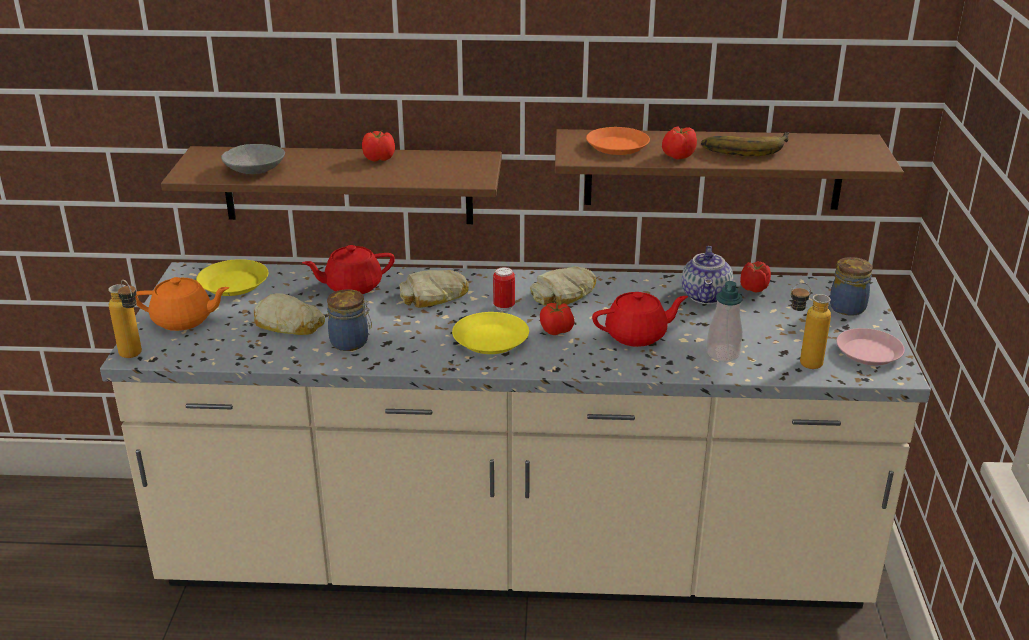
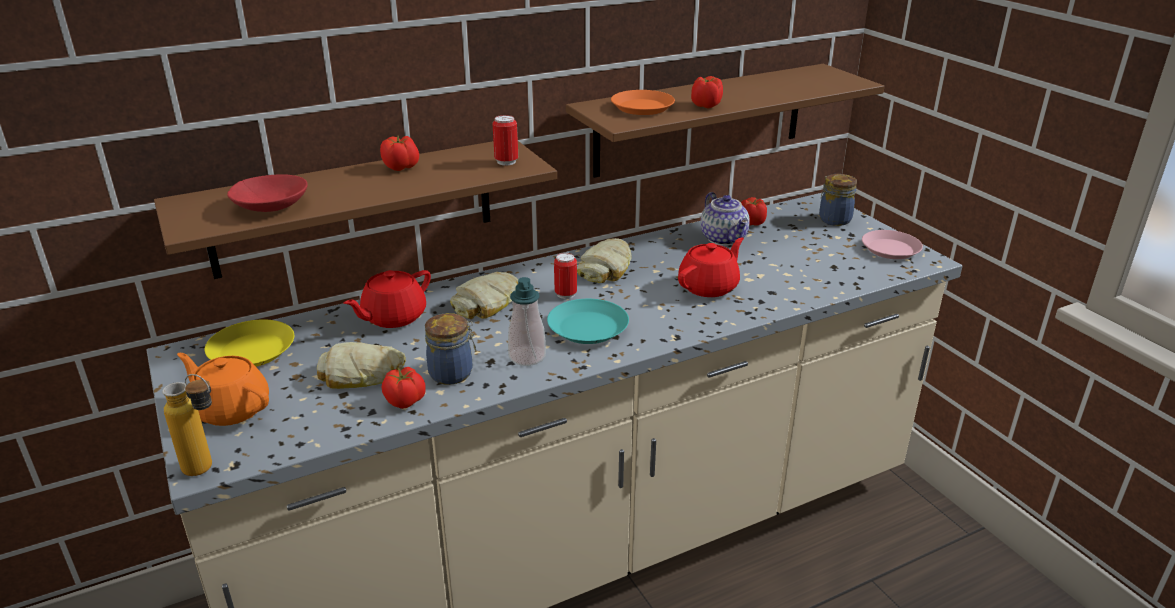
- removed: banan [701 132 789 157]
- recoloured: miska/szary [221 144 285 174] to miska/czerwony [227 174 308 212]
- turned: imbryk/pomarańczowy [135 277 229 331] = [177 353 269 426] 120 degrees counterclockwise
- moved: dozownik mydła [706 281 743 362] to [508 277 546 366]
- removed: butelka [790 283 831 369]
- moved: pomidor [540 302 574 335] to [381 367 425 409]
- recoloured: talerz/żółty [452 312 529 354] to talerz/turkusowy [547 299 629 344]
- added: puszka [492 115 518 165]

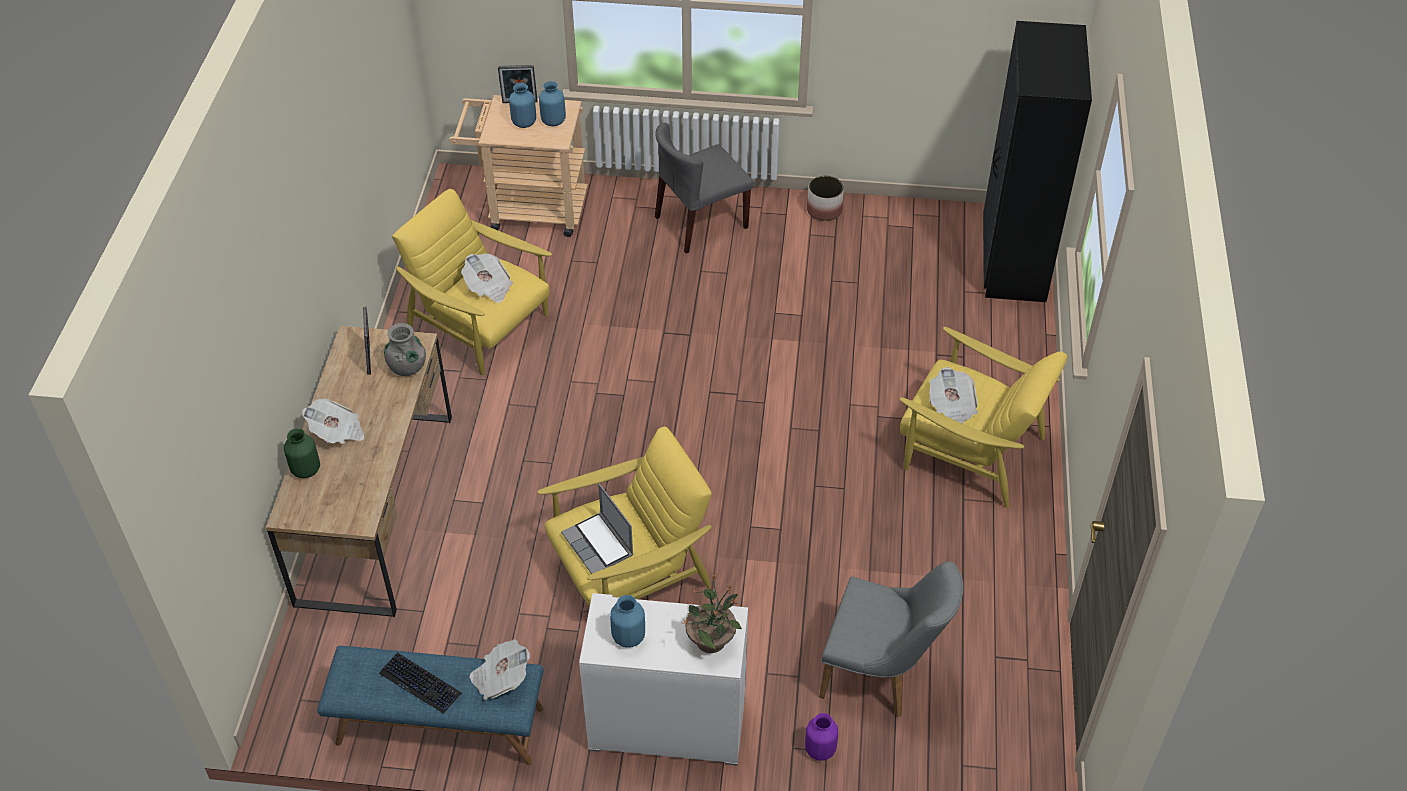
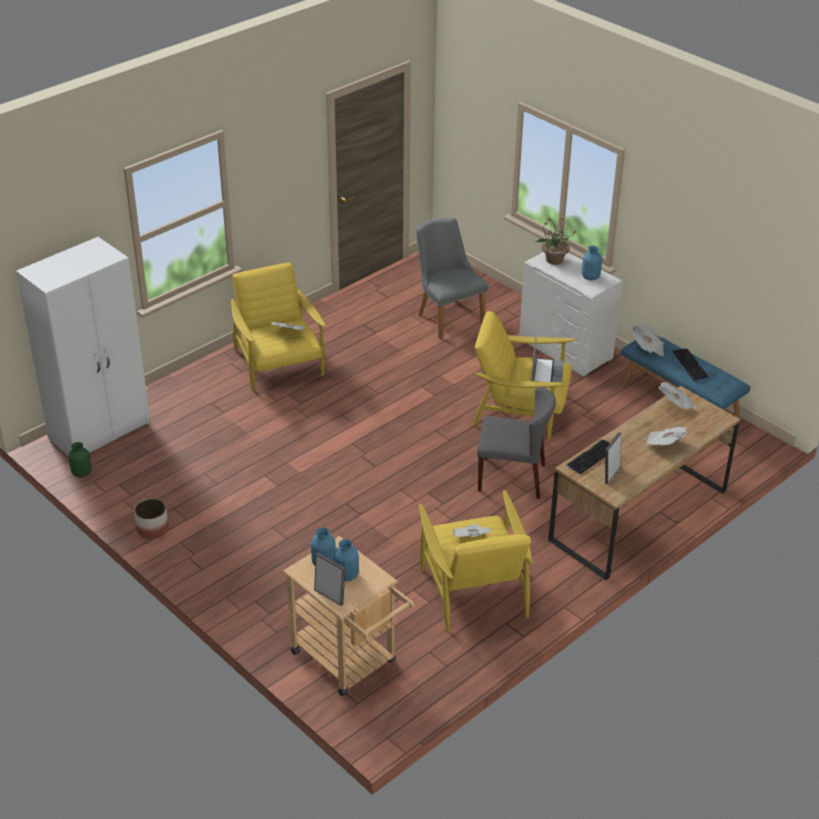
- recoloured: szafa/czarny [983 21 1092 302] to szafa/biały [16 237 150 456]
- moved: krzesło/szary [655 123 753 253] to [477 387 556 499]
- replaced: wazon/szary [384 323 426 376] to klawiatura [567 440 610 474]
- moved: wazon/zielony [284 428 320 478] to [69 442 92 478]
- removed: wazon/fioletowy [805 713 838 760]
- added: gazeta [658 382 697 410]

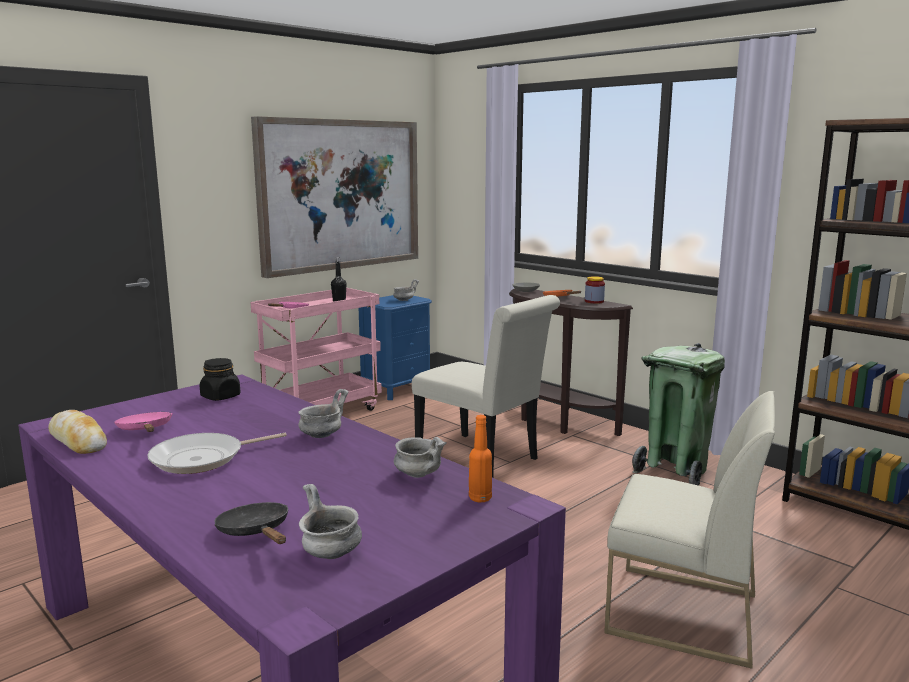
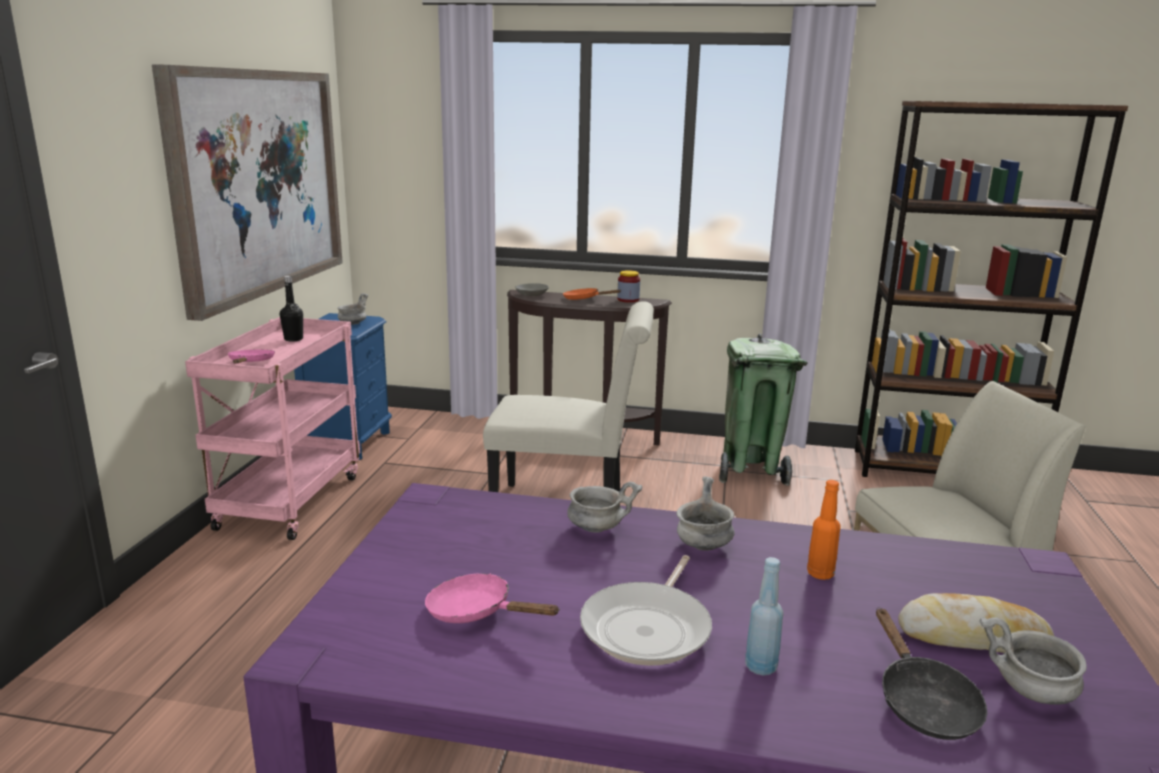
- removed: słoik/czarny [200 358 240 401]
- moved: chleb [48 410 107 454] to [898 593 1054 653]
- moved: butelka/pomarańczowy [469 415 492 502] to [807 480 841 580]
- moved: miska/szary [394 437 447 478] to [567 482 642 533]
- turned: patelnia/czarny [214 502 288 544] = [876 607 987 740] 120 degrees counterclockwise
- added: butelka/niebieski [745 557 784 676]

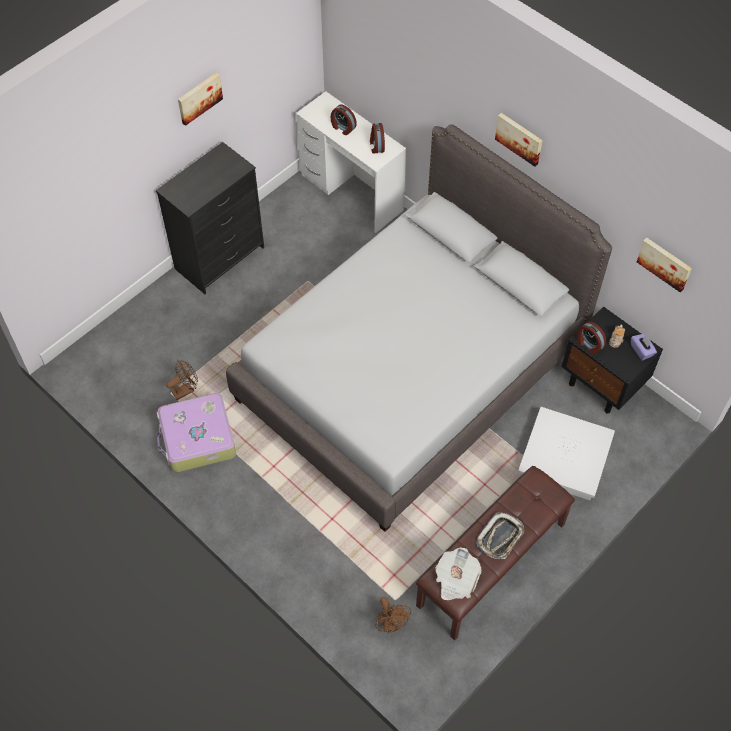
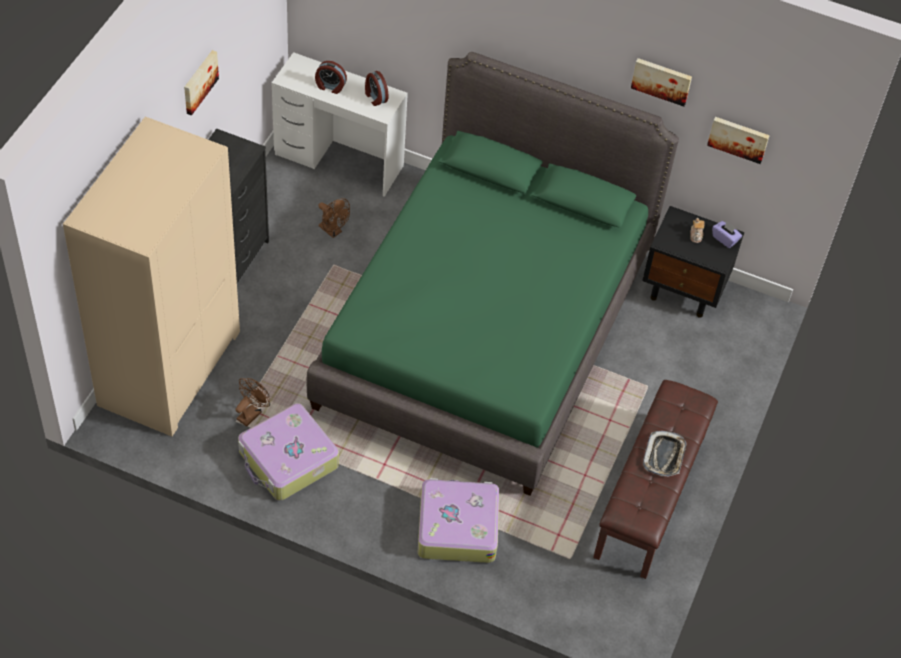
- moved: obraz [495 113 543 167] to [631 58 692 107]
- recoloured: łóżko/szary [226 124 612 532] to łóżko/zielony [307 52 679 496]
- removed: budzik [577 322 606 354]
- removed: pojemnik do przechowywania/biały [518 407 615 500]
- removed: gazeta [435 548 482 600]
- moved: wentylator/brązowy [375 597 411 633] to [318 198 350 238]
- added: szafa/beżowy [63 117 240 436]
- added: walizka [418 478 499 563]

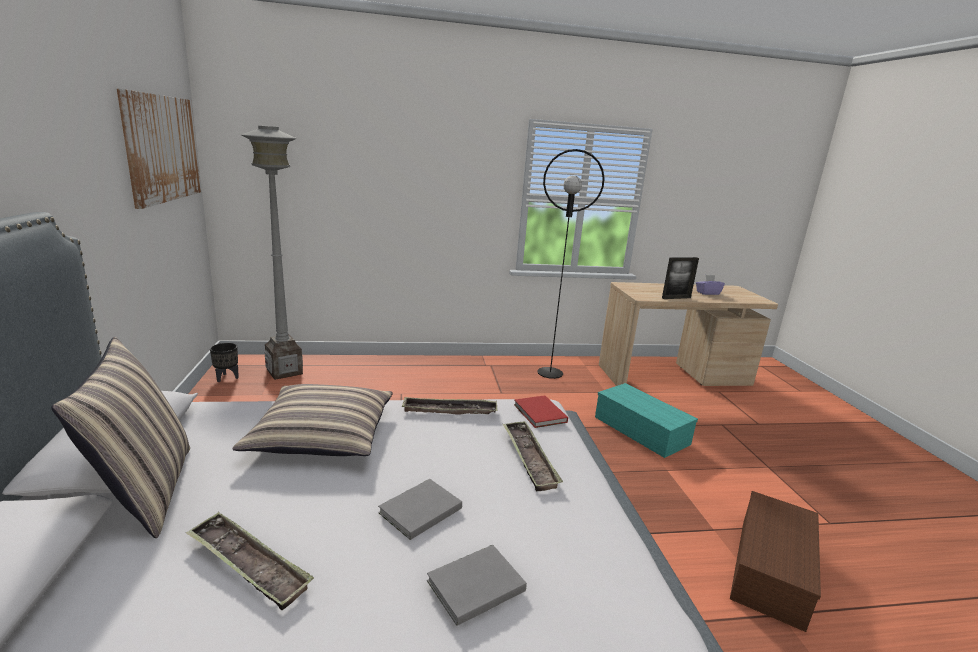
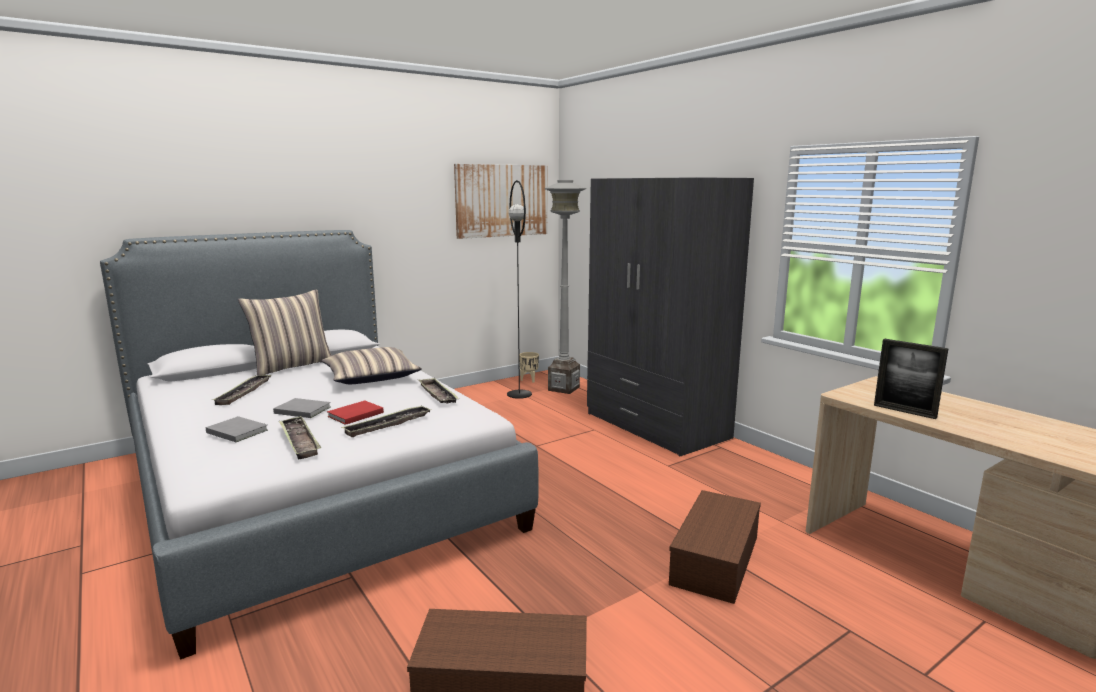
- moved: lampa stojąca/czarny [537 149 605 379] to [507 180 532 399]
- removed: pudełko chusteczek/fioletowy [696 275 725 295]
- recoloured: donica/czarny [210 343 239 382] to donica/beżowy [519 352 539 383]
- recoloured: pojemnik do przechowywania/turkusowy [595 383 698 458] to pojemnik do przechowywania/brązowy [669 490 761 604]
- moved: książka/czerwony [514 395 568 428] to [327 401 384 425]
- added: szafa/szary [587 177 754 456]
- added: taca [279 416 321 460]

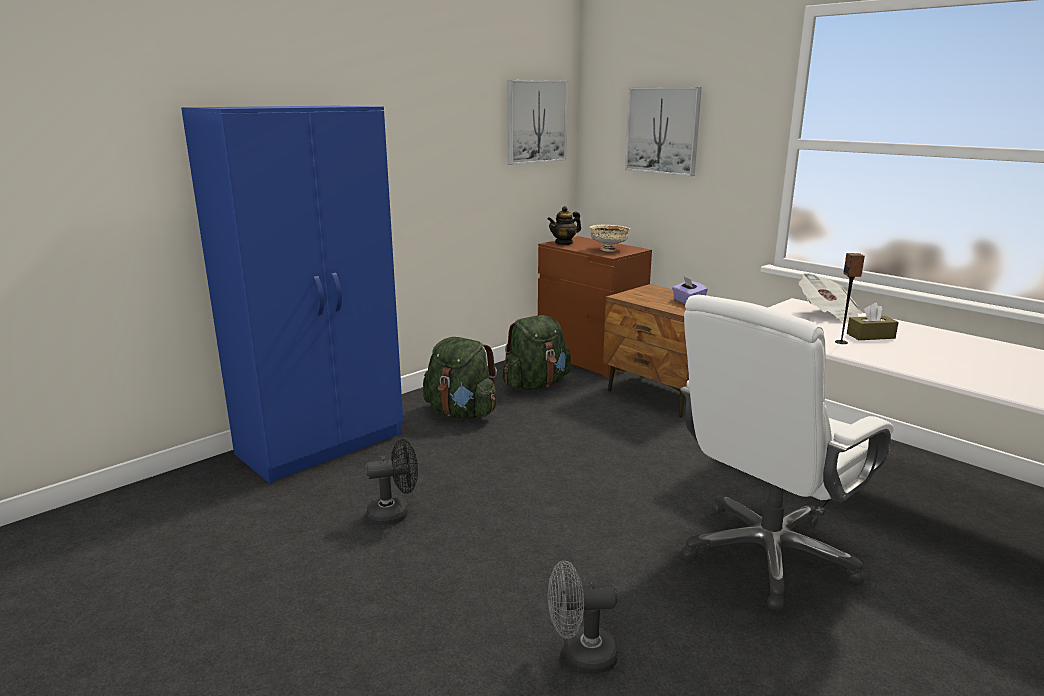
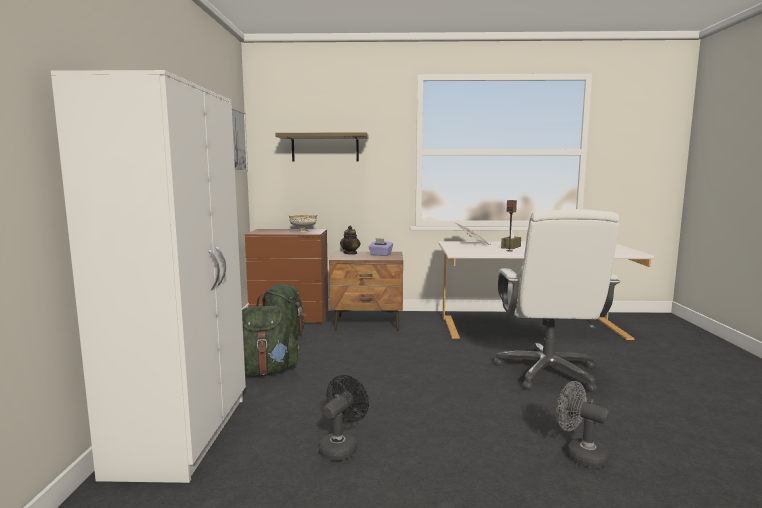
- replaced: obraz [625 87 702 176] to półka [275 133 368 162]
- recoloured: szafa/niebieski [181 106 403 483] to szafa/biały [51 70 246 483]
- moved: imbryk [548 206 581 245] to [340 226 361 255]
- turned: wentylator/szary [548 561 618 674] = [556 381 610 468] 90 degrees clockwise

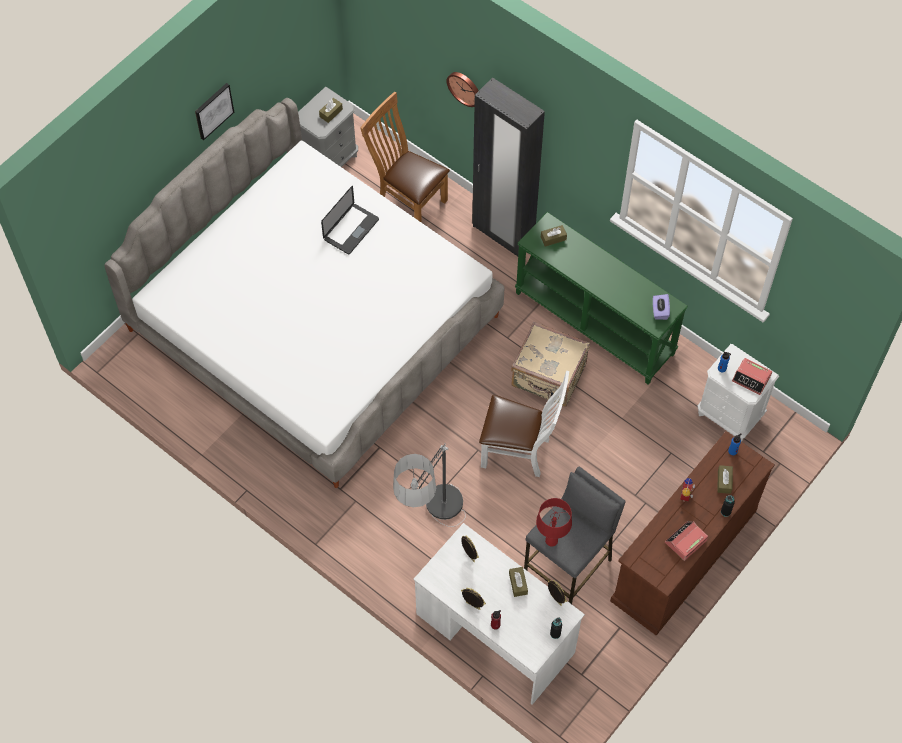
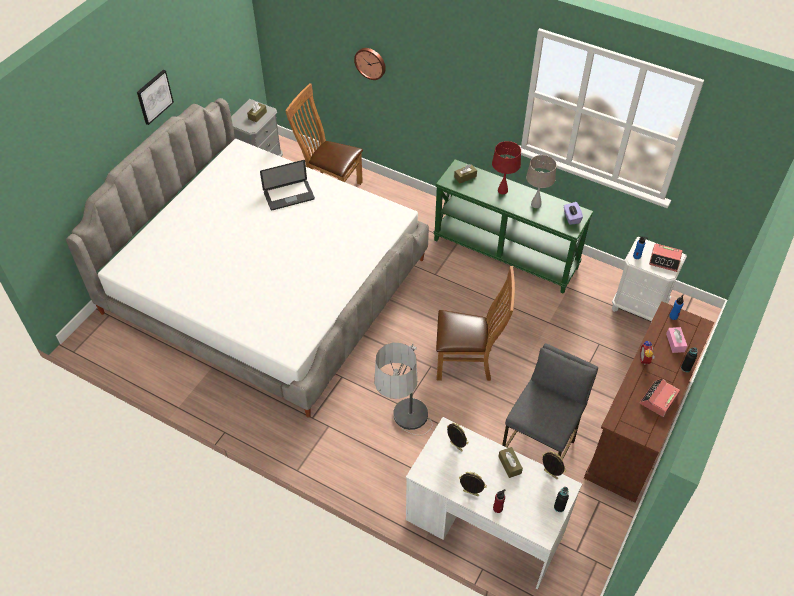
- removed: szafa/czarny [472 77 545 256]
- turned: laptop [321 186 379 254] = [260 160 315 210] 45 degrees clockwise
- removed: walizka/beżowy [511 322 590 407]
- recoloured: krzesło/biały [479 371 569 477] to krzesło/brązowy [436 266 515 381]
- recoloured: pudełko chusteczek/brązowy [717 465 733 494] to pudełko chusteczek/różowy [666 327 687 353]
- moved: lampa stołowa/czerwony [536 498 572 547] to [492 141 521 194]
- added: lampa stołowa/beżowy [526 155 557 208]

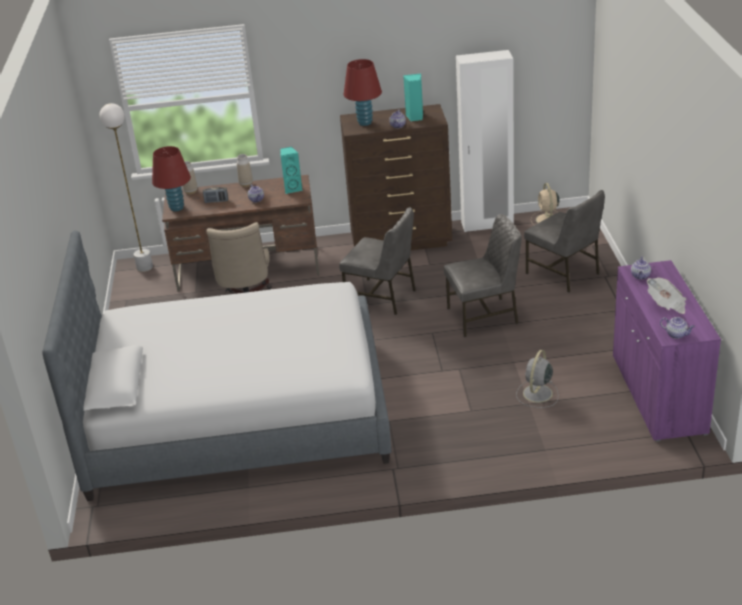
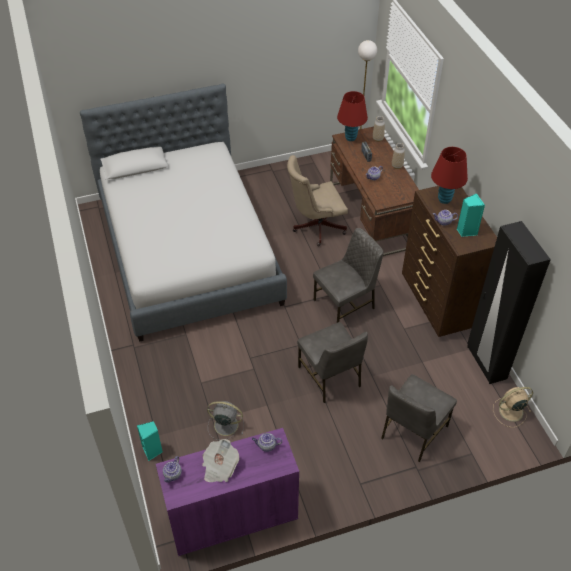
- recoloured: szafa/biały [456 50 514 232] to szafa/czarny [467 221 551 384]
- moved: głośnik/turkusowy [280 147 302 194] to [137 421 163 461]
- turned: krzesło/szary [339 207 416 315] = [313 228 383 323] 135 degrees counterclockwise

